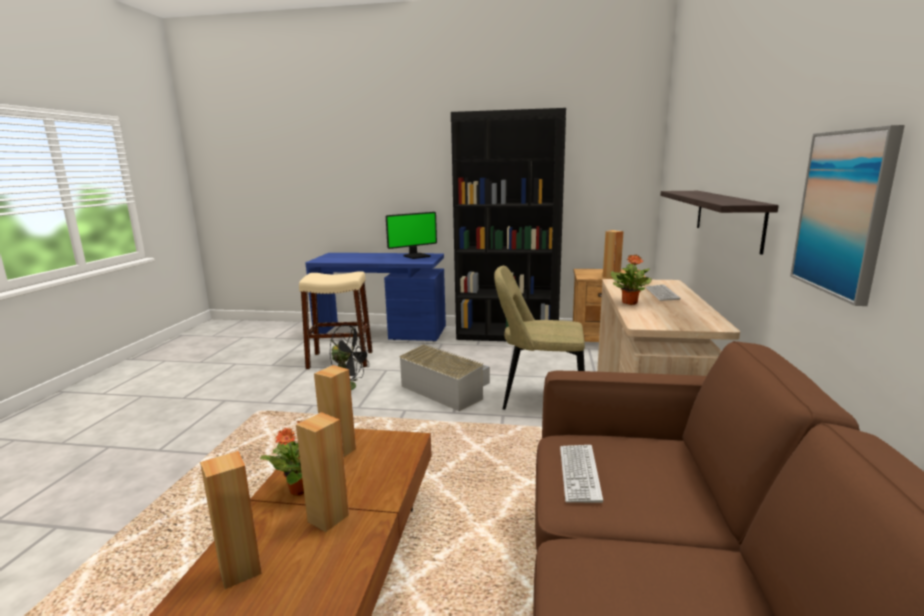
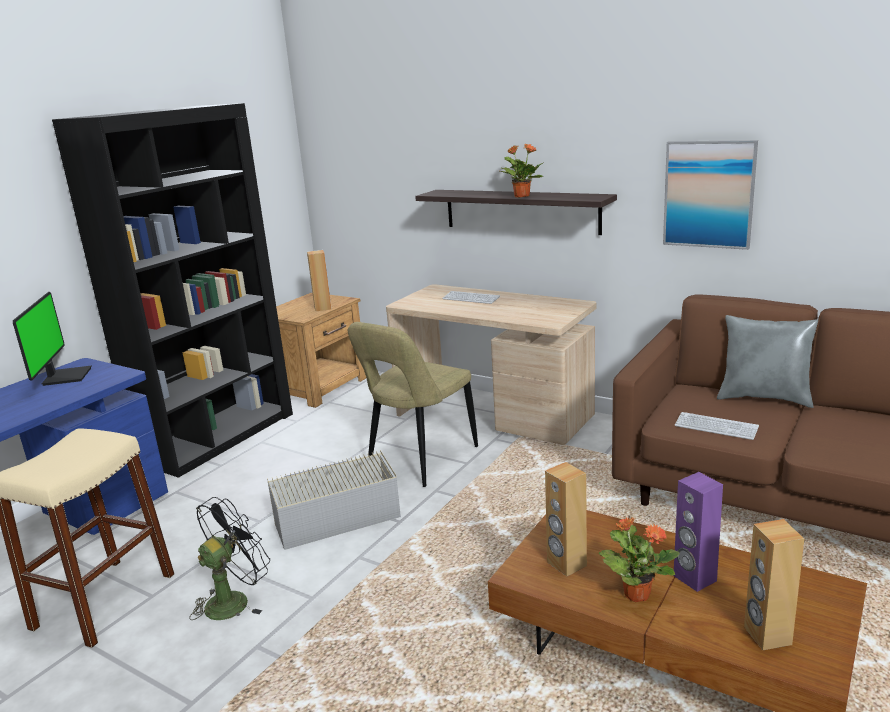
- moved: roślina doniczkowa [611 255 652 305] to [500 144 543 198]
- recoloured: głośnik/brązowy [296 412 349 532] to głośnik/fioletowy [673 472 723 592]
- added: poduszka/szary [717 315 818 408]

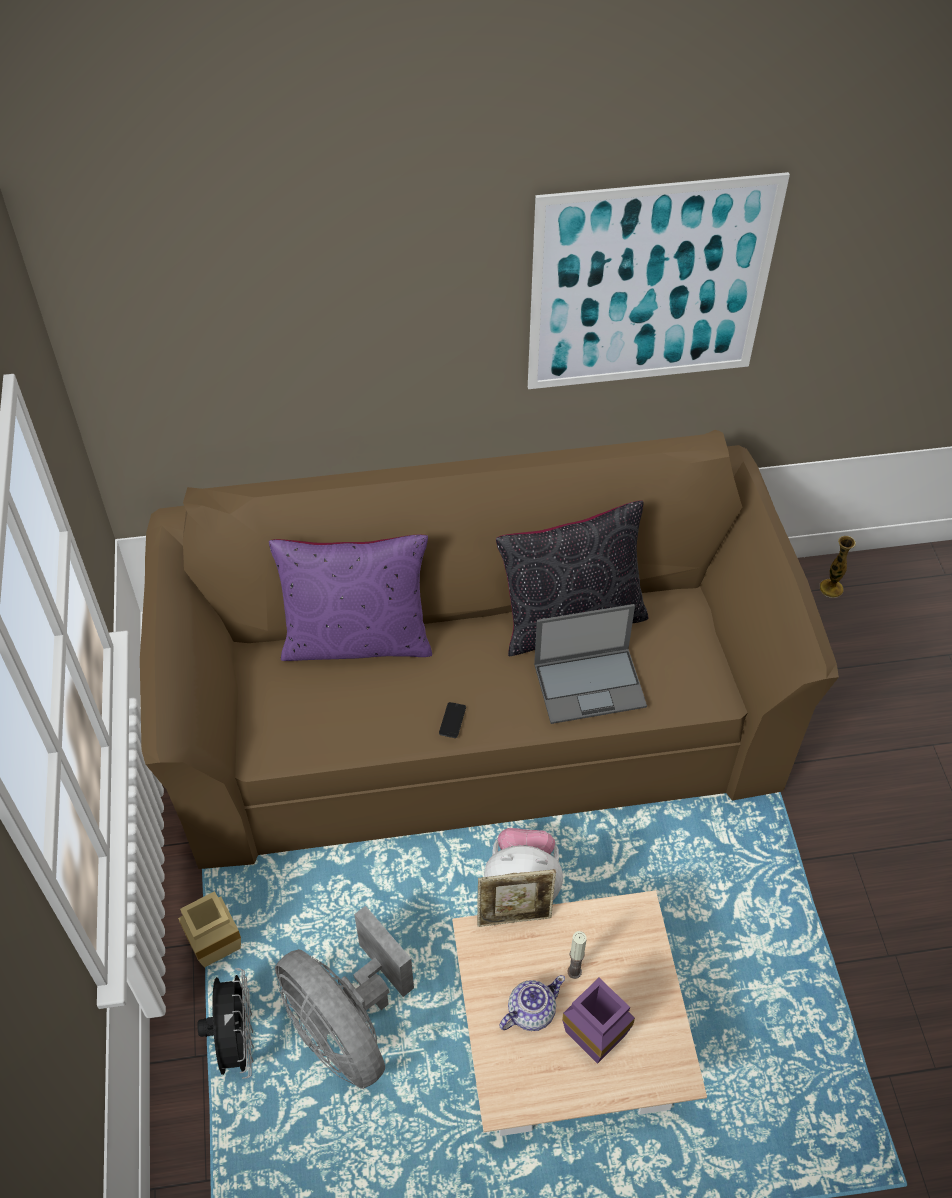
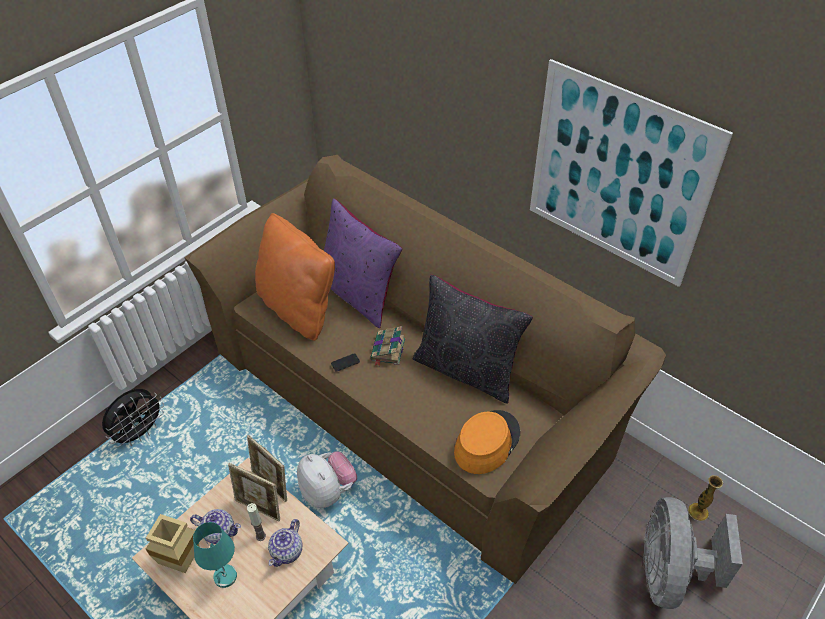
- removed: laptop [534 604 647 724]
- moved: wazon/beżowy [178 891 241 968] to [146 514 199 573]
- moved: wentylator/szary [275 906 414 1089] to [643 497 743 609]
- replaced: wazon/fioletowy [562 978 635 1064] to lampa stołowa/turkusowy [193 522 237 588]
- added: poduszka/pomarańczowy [255 213 335 341]
- added: książka [370 326 405 366]
- added: kapelusz/pomarańczowy [454 410 520 474]
- added: ramka na zdjęcie [228 463 280 521]
- added: imbryk [268 519 302 567]

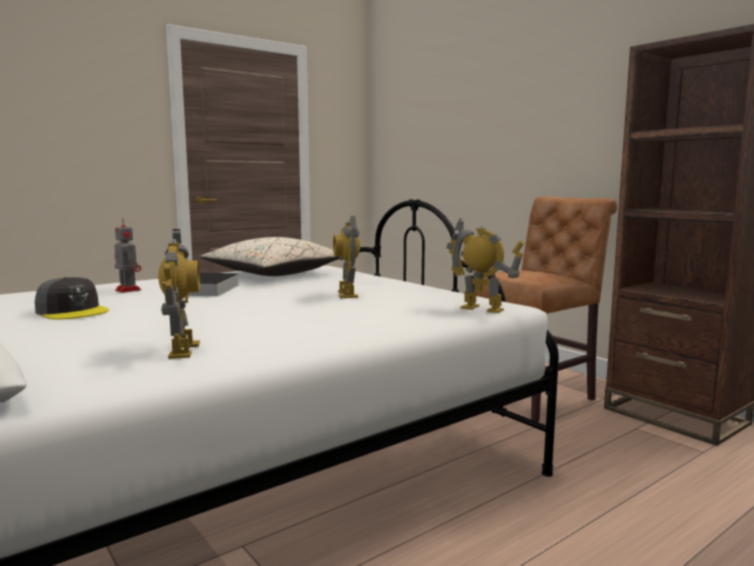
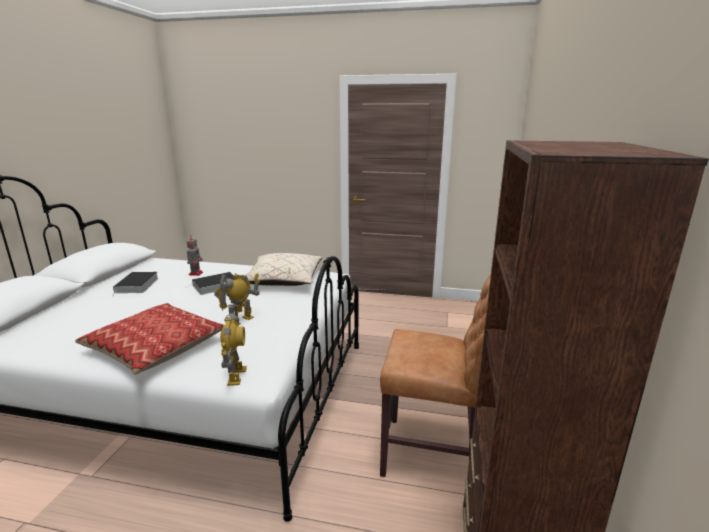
- removed: robot zabawkowy [158 229 200 359]
- replaced: czapka z daszkiem/szary [35 277 109 320] to książka [113 272 159 294]
- added: poduszka [75 303 224 375]

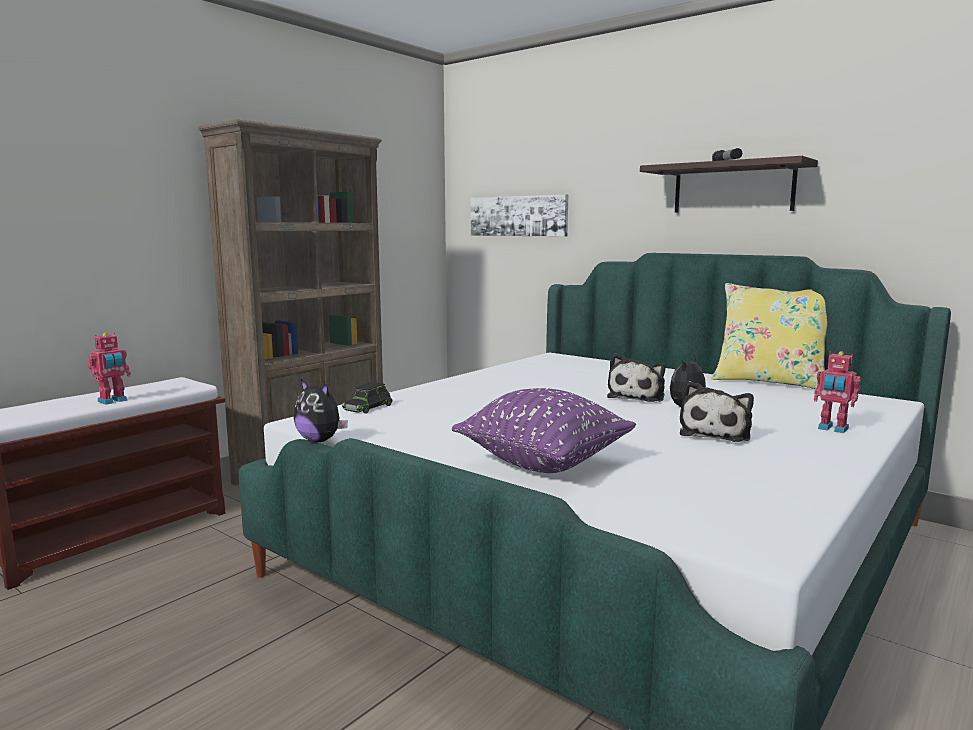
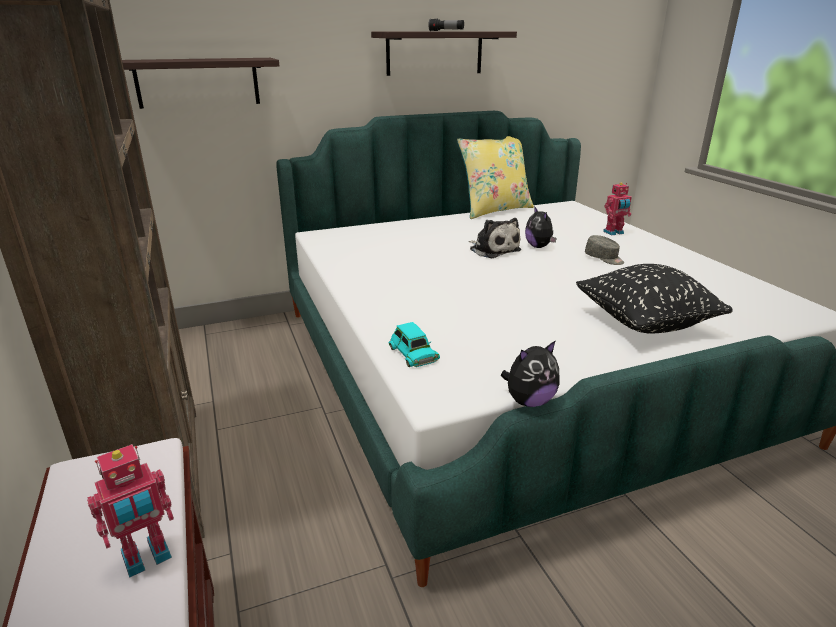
- replaced: obraz [471 194 568 237] to półka [122 58 279 109]
- turned: robot zabawkowy [88 333 131 405] = [87 444 174 578] 75 degrees clockwise
- replaced: pluszak [680 381 754 442] to czapka z daszkiem/szary [585 235 624 265]
- recoloured: samochodzik/czarny [342 382 392 414] to samochodzik/turkusowy [389 322 440 367]
- recoloured: poduszka/fioletowy [452 388 636 473] to poduszka/czarny [576 264 733 334]

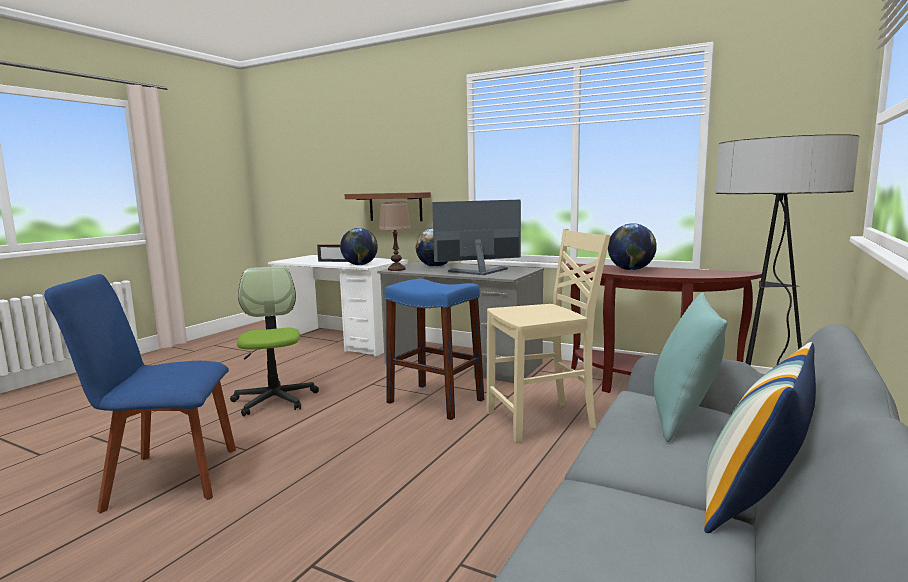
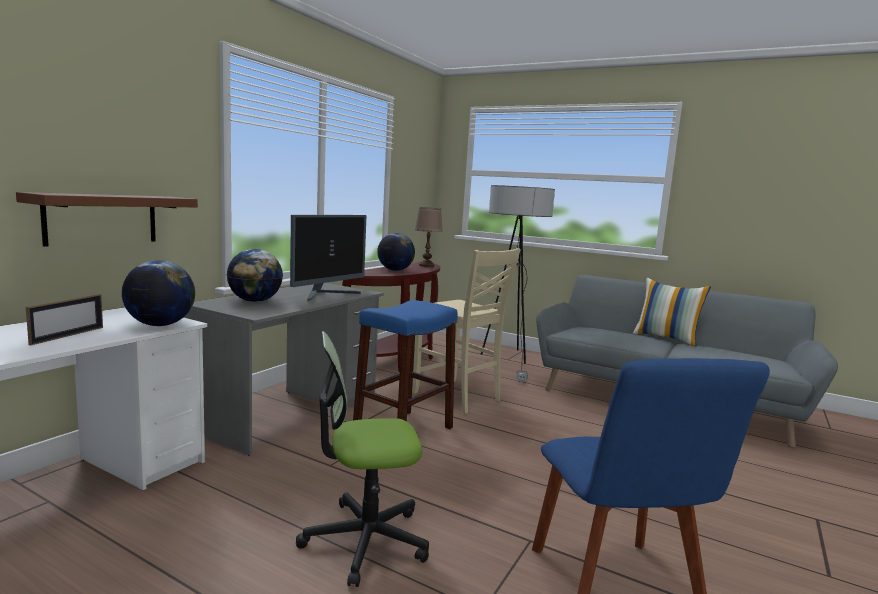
- turned: monitor [432 200 521 275] = [290 215 366 302] 135 degrees counterclockwise
- moved: lampa stołowa/brązowy [379 202 411 271] to [415 207 443 267]
- turned: krzesło/beżowy [487 229 610 444] = [412 248 521 414] 150 degrees clockwise
- removed: poduszka/turkusowy [654 292 727 442]

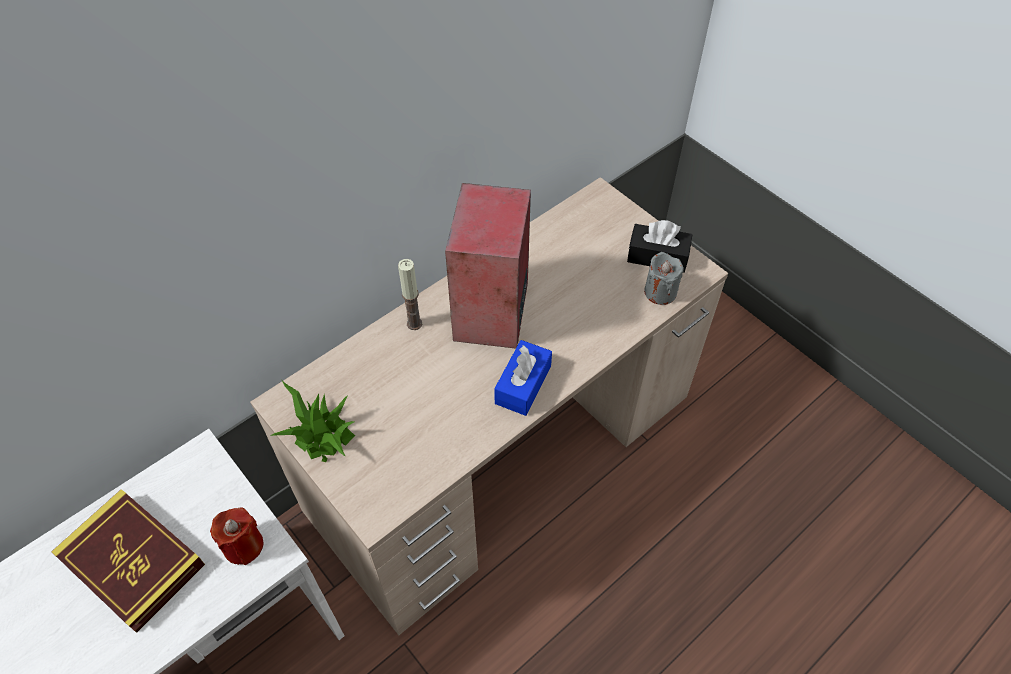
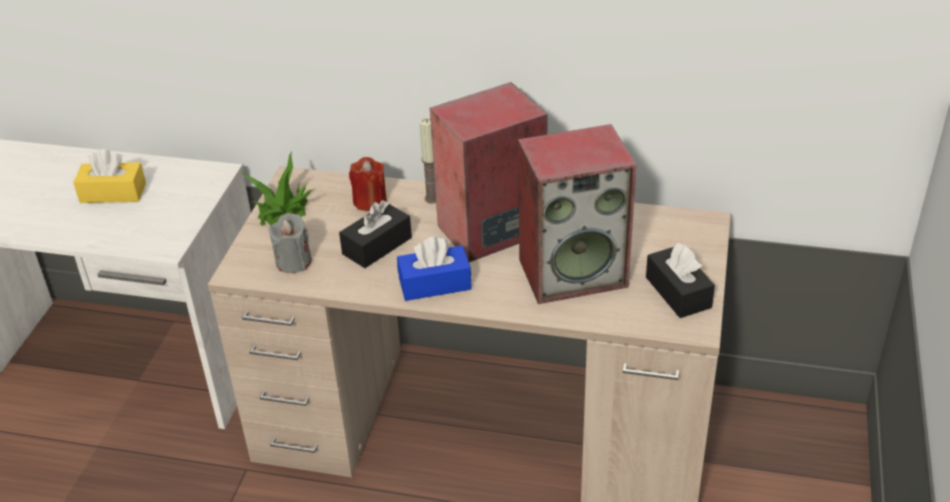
- moved: świeca/szary [644 252 684 305] to [269 213 312 273]
- replaced: książka [51 489 205 633] to pudełko chusteczek/żółty [73 149 146 203]
- moved: świeca/czerwony [210 507 263 565] to [349 157 387 211]
- added: głośnik [518 124 637 304]
- added: pudełko chusteczek/czarny [339 200 412 268]

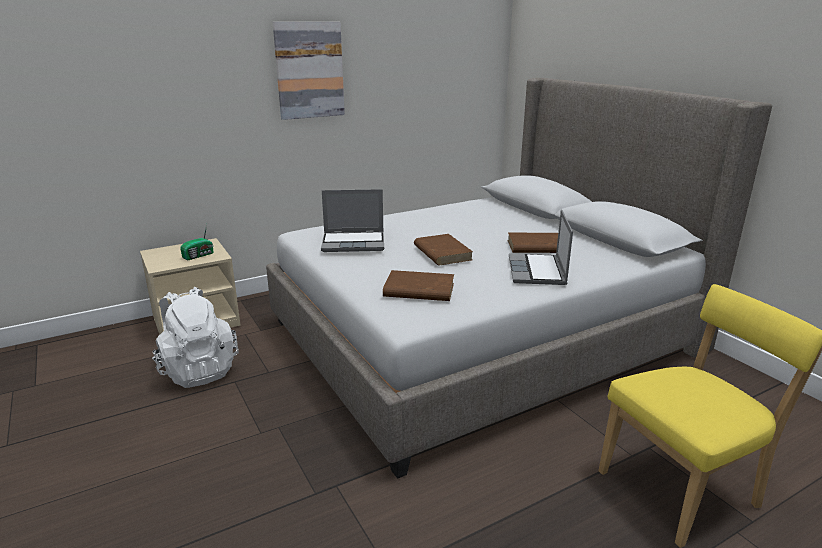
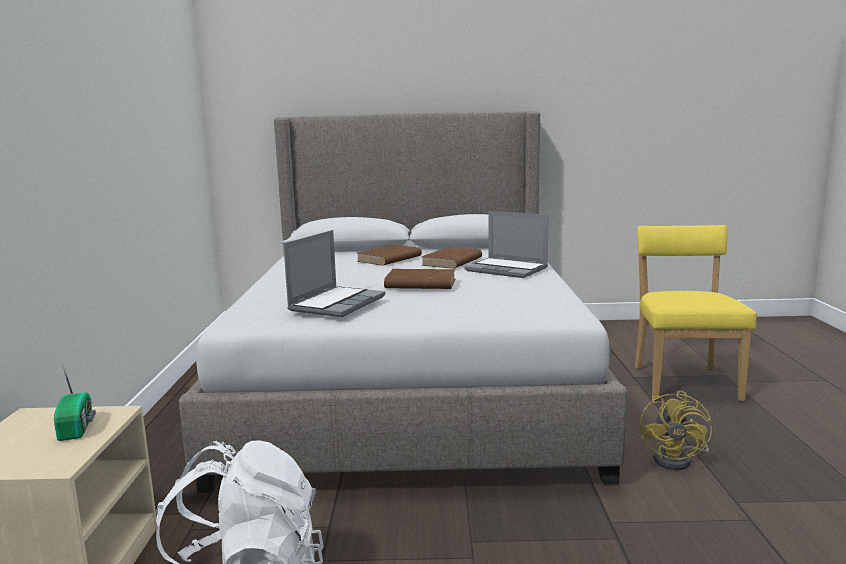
- removed: obraz [273 22 345 120]
- moved: książka/brązowy [383 270 454 301] to [357 244 422 266]
- added: wentylator/żółty [640 390 712 470]

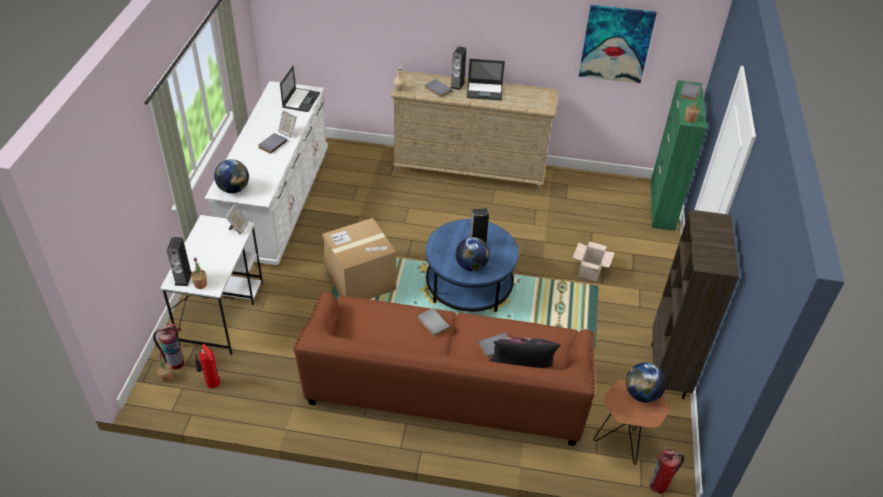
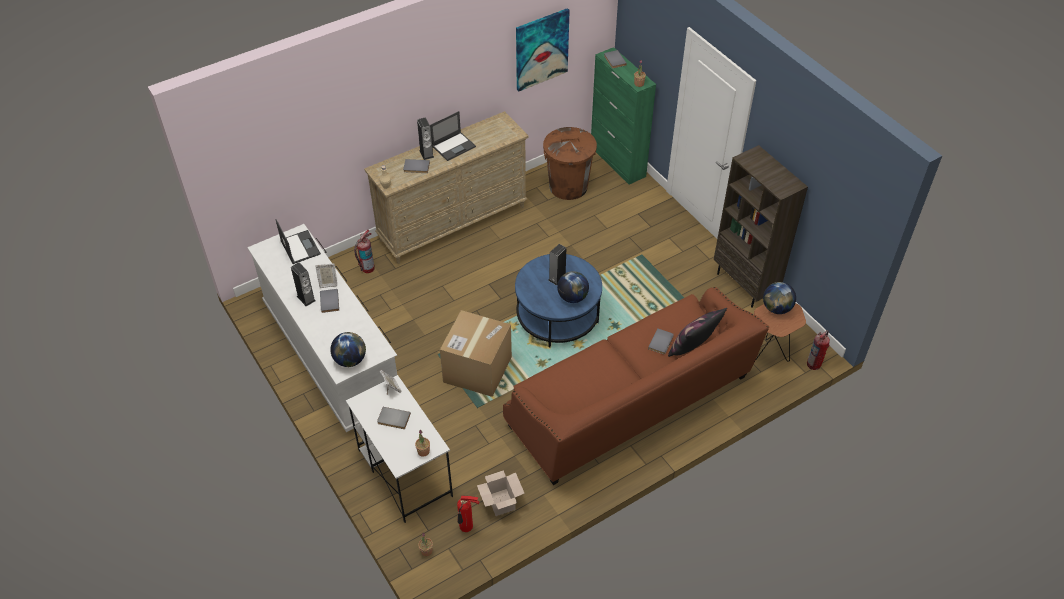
- moved: głośnik [167 237 192 286] to [291 262 316 306]
- moved: karton [573 241 615 281] to [477 470 525 516]
- moved: książka/szary [418 308 450 337] to [377 407 411 429]
- moved: gaśnica [153 323 184 370] to [354 230 374 273]
- added: kosz na śmieci/brązowy [543 127 597 200]

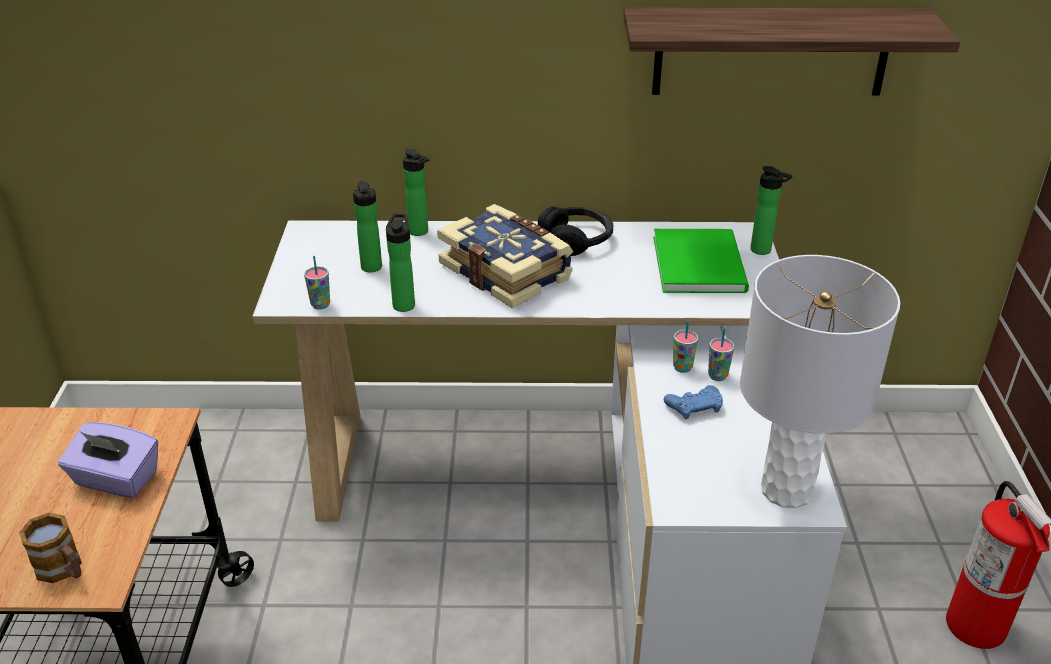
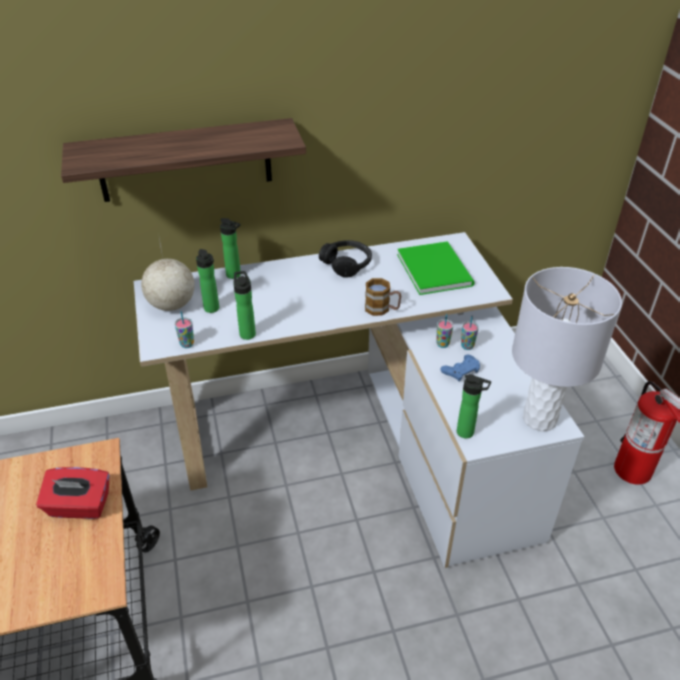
- moved: półka [623 7 960 95] to [61 118 306 202]
- moved: butelka [750 166 793 255] to [457 374 491 438]
- removed: książka [437 204 573 309]
- recoloured: pudełko chusteczek/fioletowy [58 422 158 498] to pudełko chusteczek/czerwony [36 467 109 519]
- moved: kubek [19 513 82 583] to [365 278 401 316]
- added: globus [141 238 195 311]

